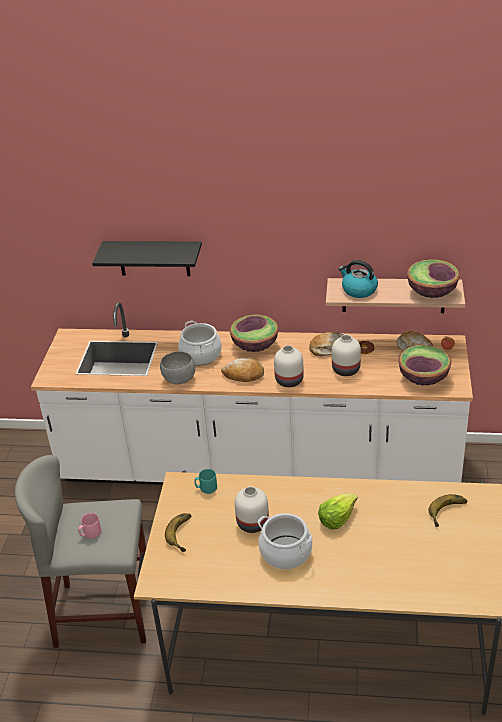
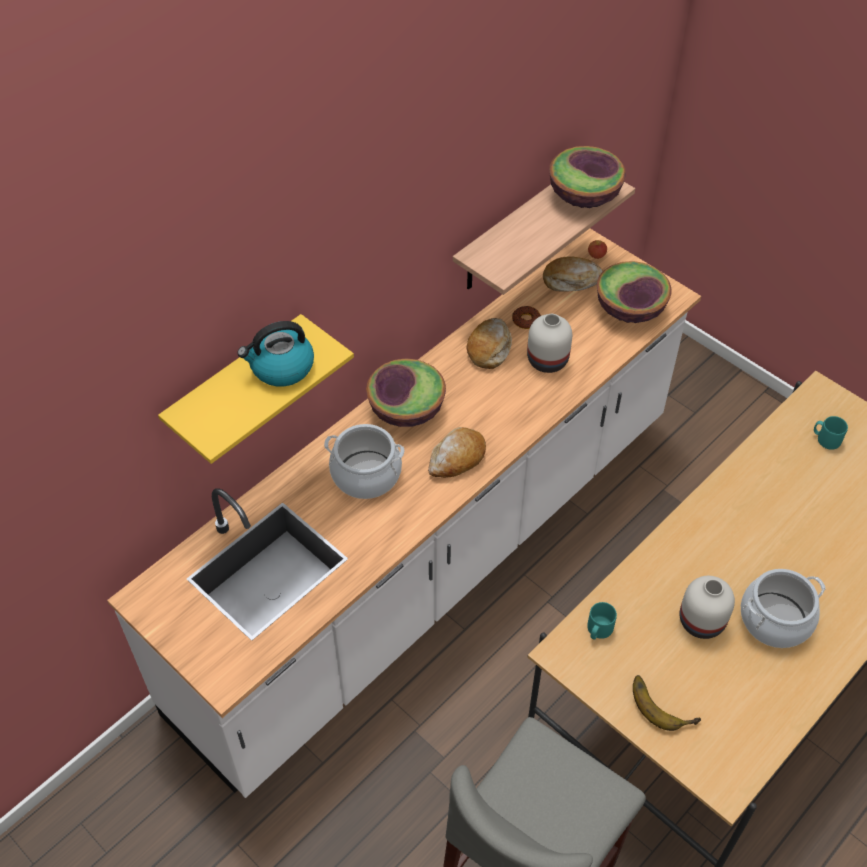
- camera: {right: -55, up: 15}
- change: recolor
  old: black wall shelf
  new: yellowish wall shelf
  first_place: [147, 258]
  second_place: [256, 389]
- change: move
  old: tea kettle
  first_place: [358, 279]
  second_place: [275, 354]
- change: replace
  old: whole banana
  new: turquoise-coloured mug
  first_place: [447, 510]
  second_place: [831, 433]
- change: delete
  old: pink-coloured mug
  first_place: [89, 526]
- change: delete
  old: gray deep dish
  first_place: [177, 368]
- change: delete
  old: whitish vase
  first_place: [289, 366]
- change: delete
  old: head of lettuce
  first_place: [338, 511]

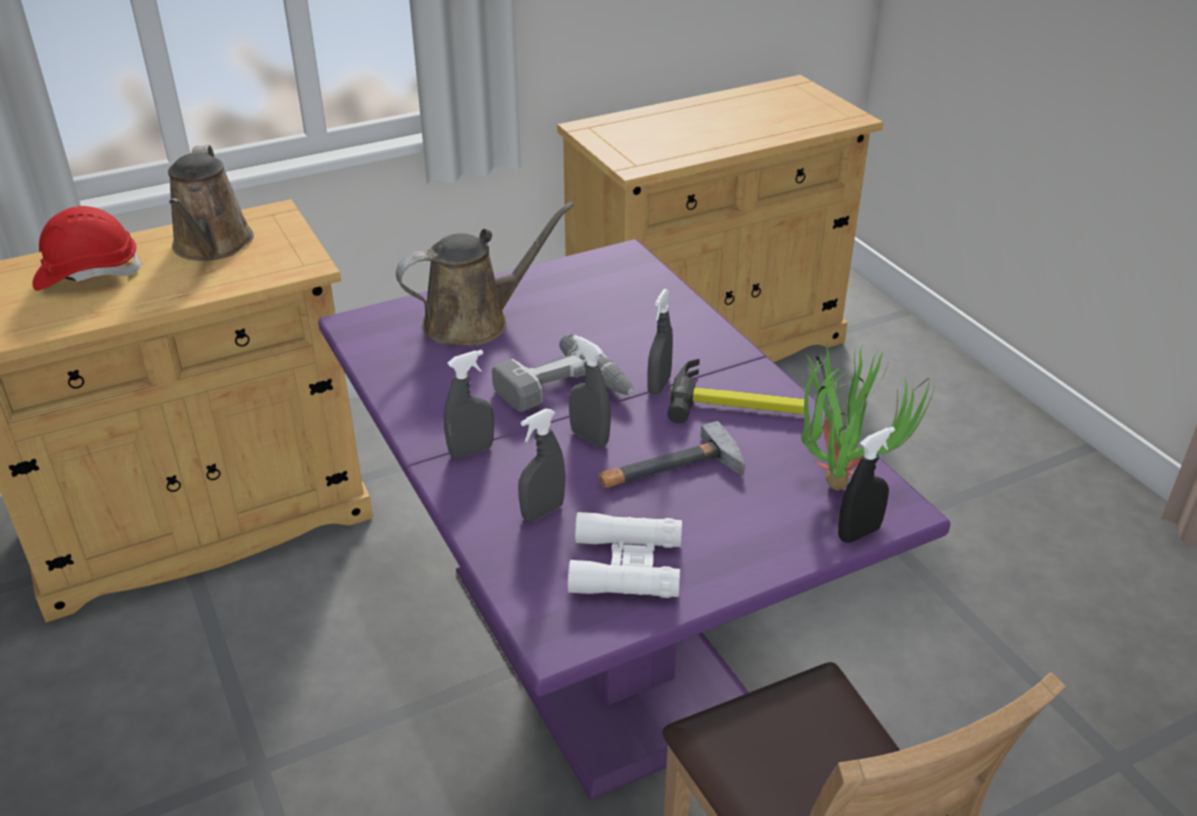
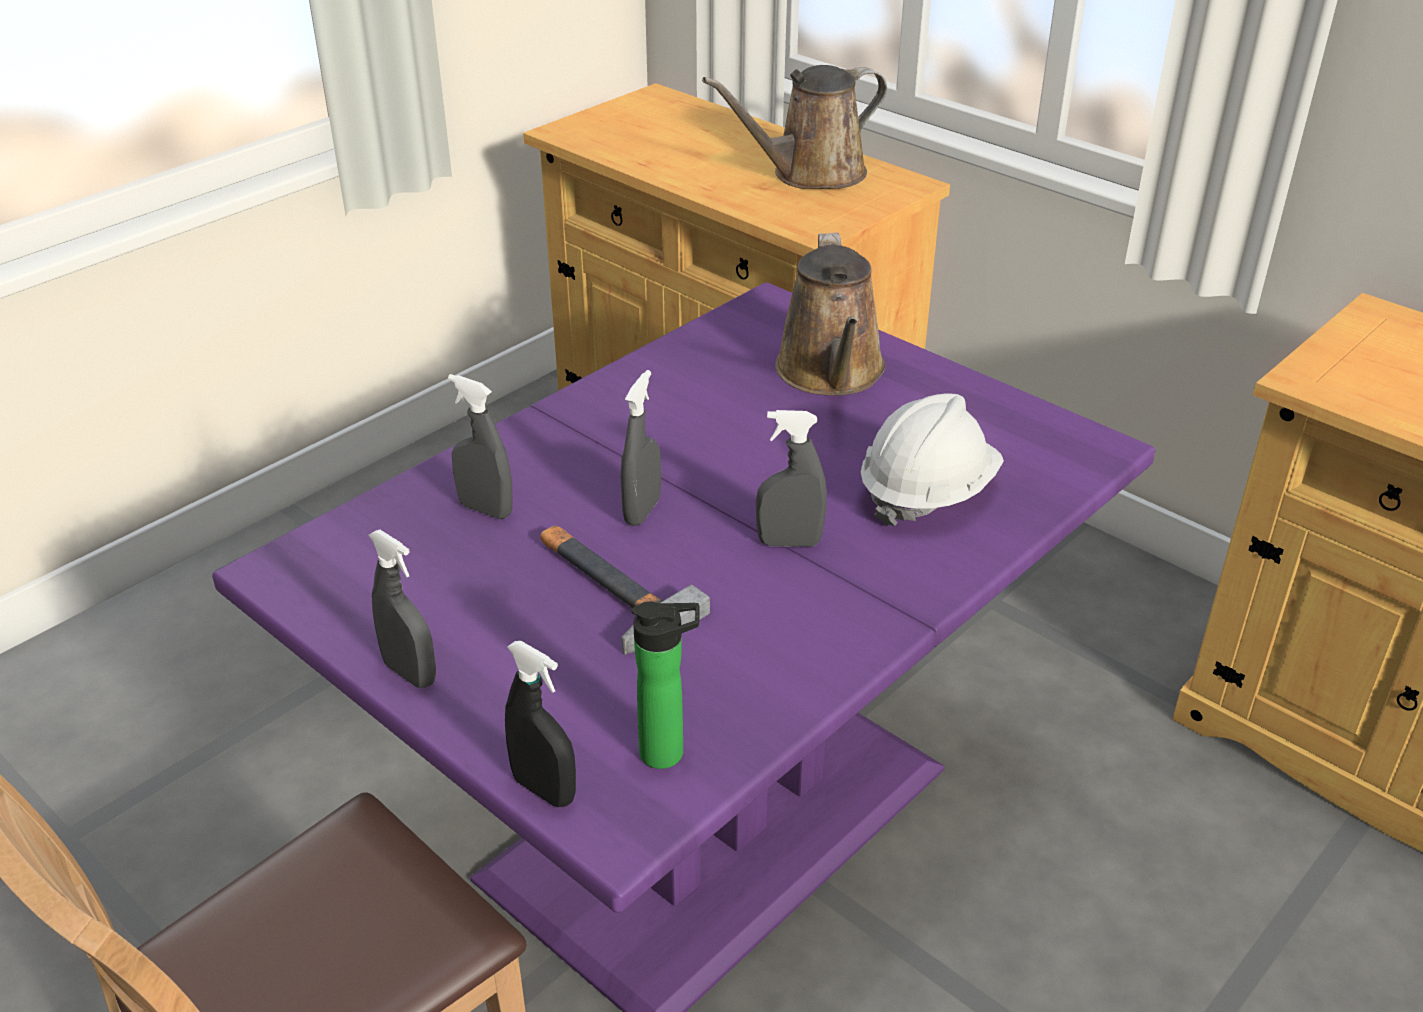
- camera: {right: 70, up: 0}
- change: move
  old: gray spray bottle
  first_place: [469, 404]
  second_place: [402, 609]
- change: replace
  old: potted plant
  new: beverage bottle
  first_place: [867, 417]
  second_place: [665, 685]
- change: rotate
  old: brown sprinkling can
  first_place: [485, 274]
  second_place: [830, 314]
  degrees: 45
- change: insert
  new: whitish safety helmet
  second_place: [932, 459]
- change: delete
  old: red-coloured safety helmet
  first_place: [87, 248]
- change: delete
  old: electric drill
  first_place: [563, 372]
- change: delete
  old: whitish pair of binoculars
  first_place: [625, 555]
- change: delete
  old: tool hammer
  first_place: [735, 391]

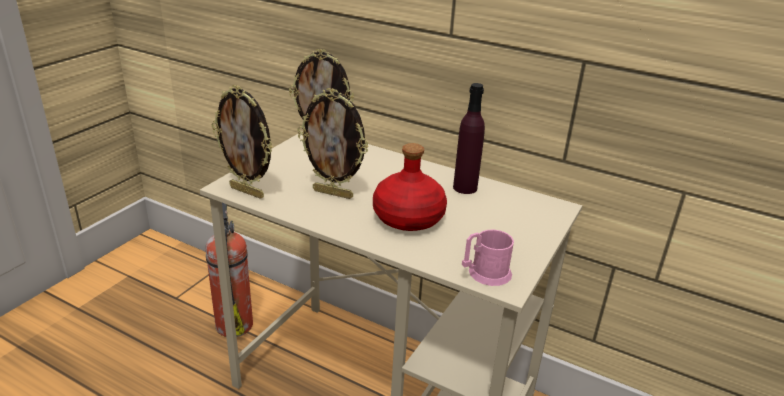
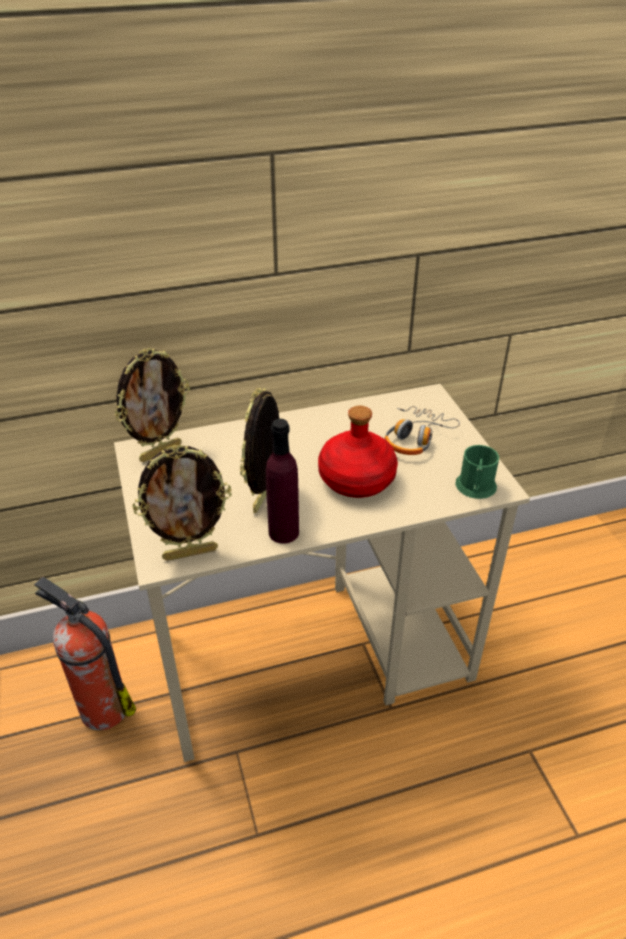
- camera: {right: -45, up: 10}
- change: rotate
  old: picture frame
  first_place: [333, 143]
  second_place: [259, 450]
  degrees: 135
- change: move
  old: purple-coloured beverage bottle
  first_place: [469, 138]
  second_place: [282, 481]
- change: insert
  new: headset
  second_place: [422, 430]
- change: recolor
  old: pink-coloured mug
  new: greenish mug
  first_place: [488, 258]
  second_place: [477, 472]

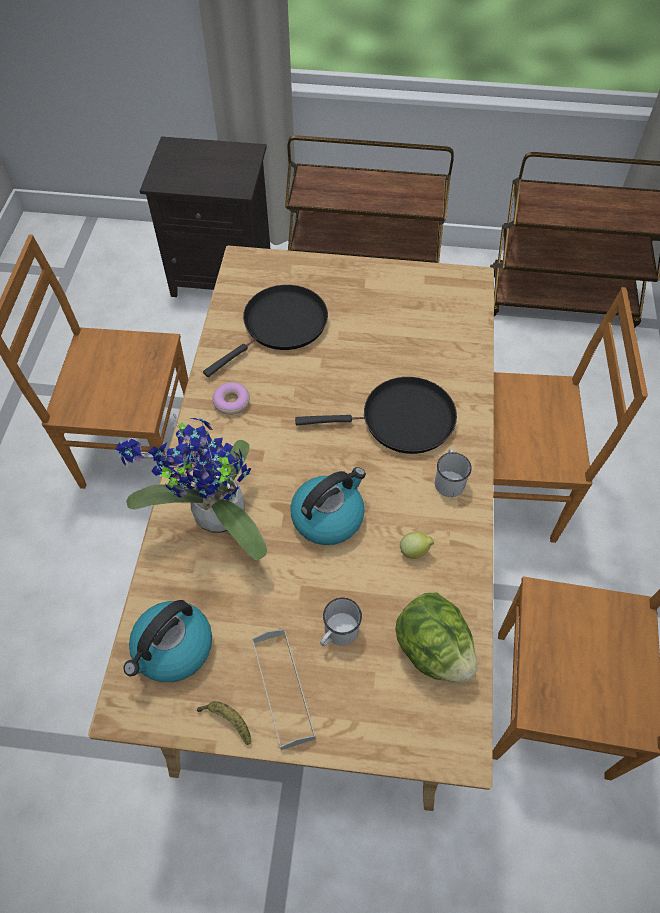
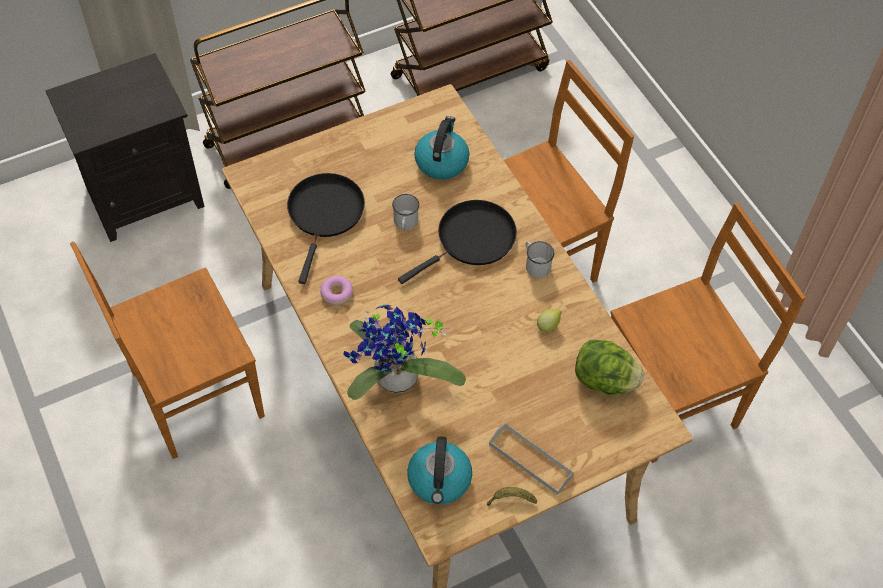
- camera: {right: -35, up: 0}
- change: move
  old: whitish mug
  first_place: [341, 621]
  second_place: [405, 212]
- change: move
  old: tea kettle
  first_place: [328, 506]
  second_place: [442, 148]

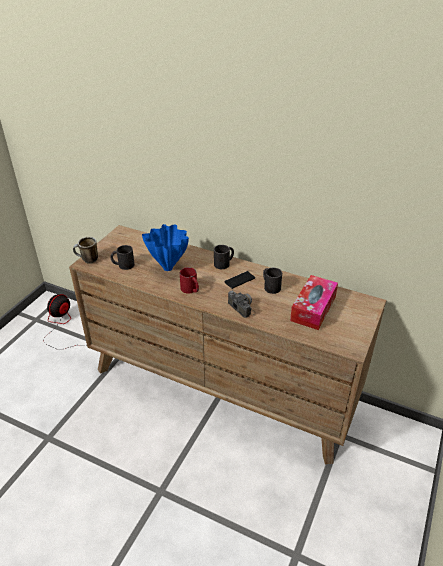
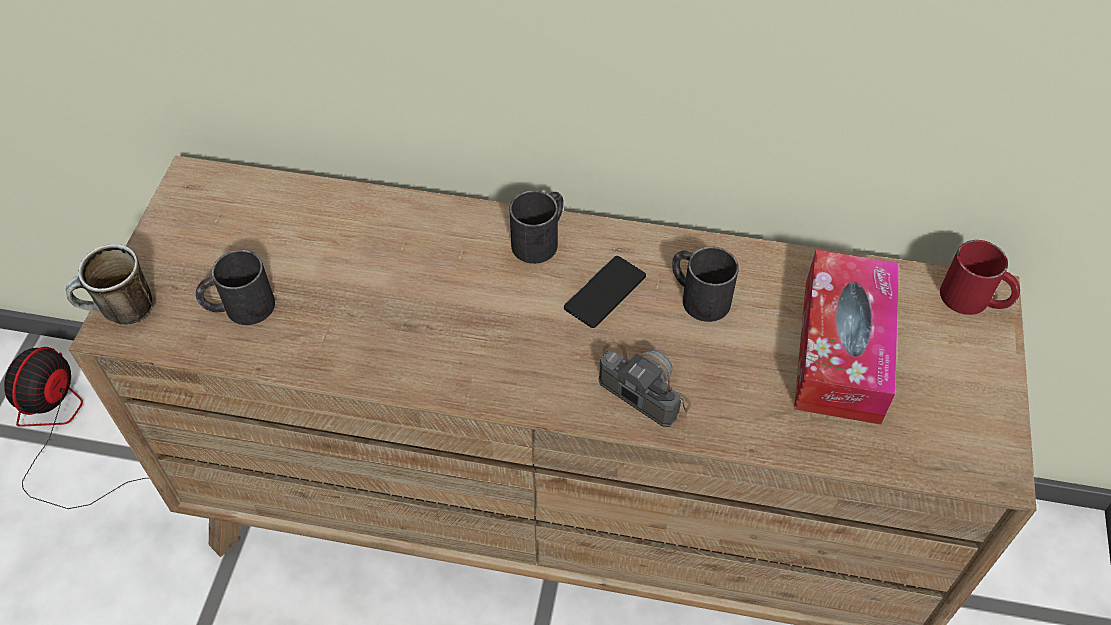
- camera: {right: -15, up: 15}
- change: move
  old: red-coloured mug
  first_place: [189, 280]
  second_place: [980, 277]
- change: delete
  old: blue vase
  first_place: [165, 247]

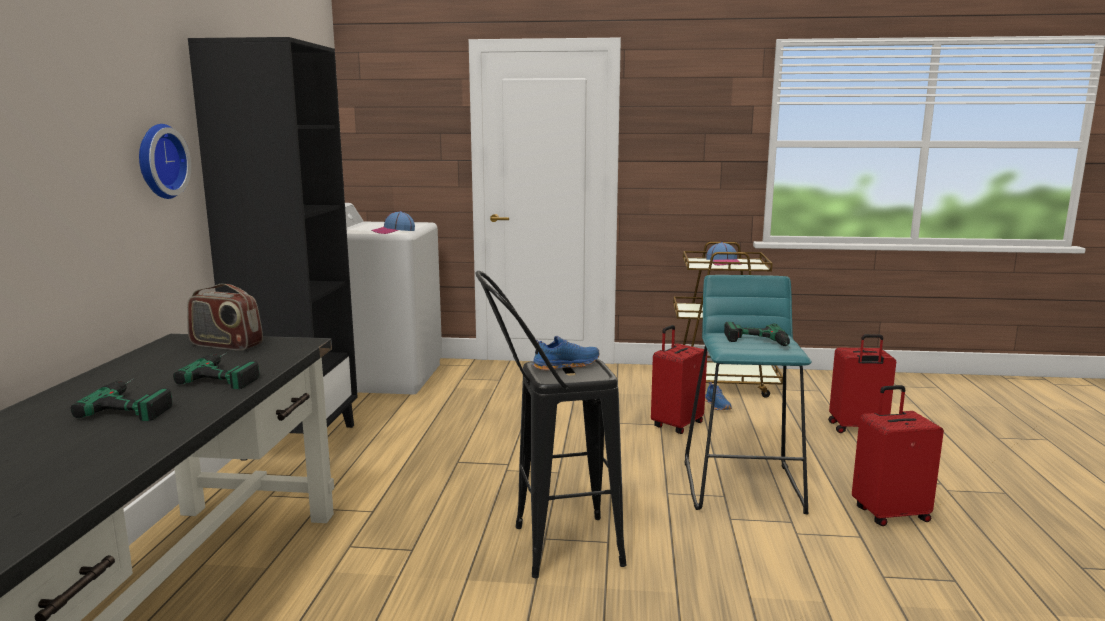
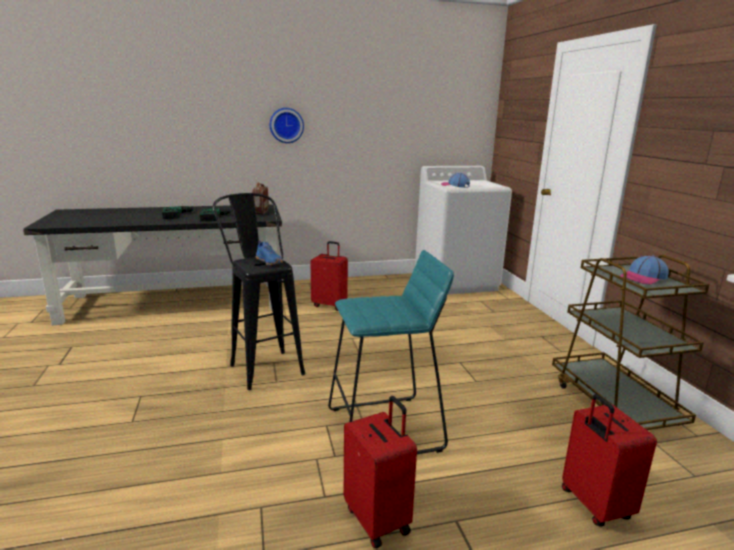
- camera: {right: 70, up: 5}
- change: move
  old: red-coloured piece of luggage
  first_place: [679, 379]
  second_place: [329, 276]
- change: delete
  old: black bookcase
  first_place: [273, 249]
- change: delete
  old: blue shoe
  first_place: [718, 396]
- change: delete
  old: electric drill
  first_place: [757, 334]

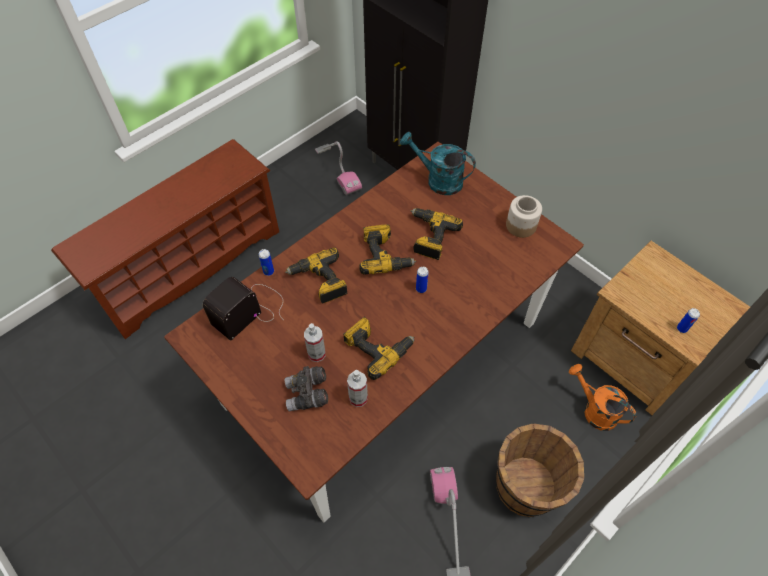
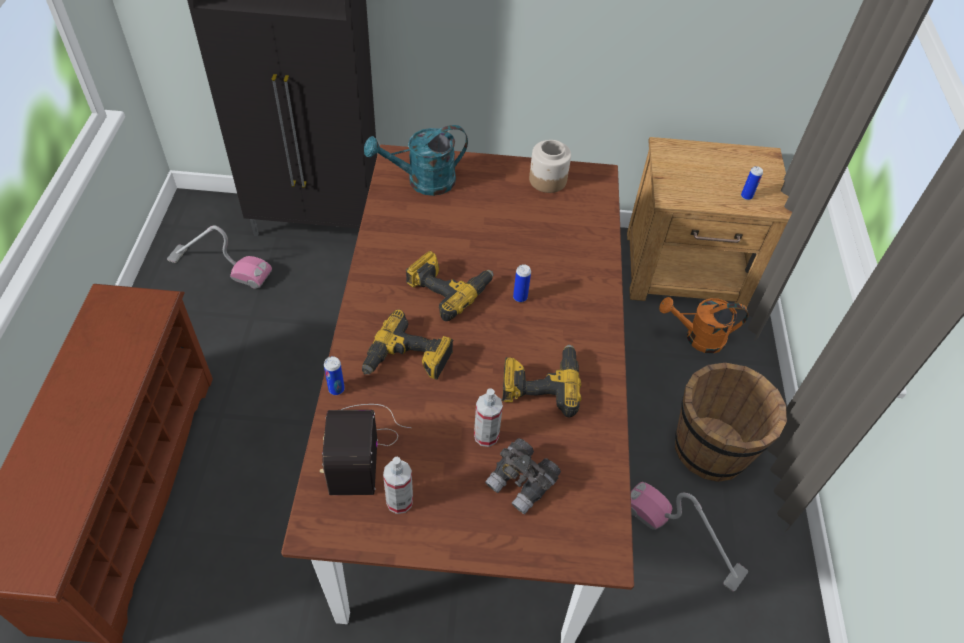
- camera: {right: -45, up: -5}
- change: move
  old: spray bottle
  first_place: [357, 388]
  second_place: [398, 485]
- change: delete
  old: electric drill
  first_place: [437, 234]

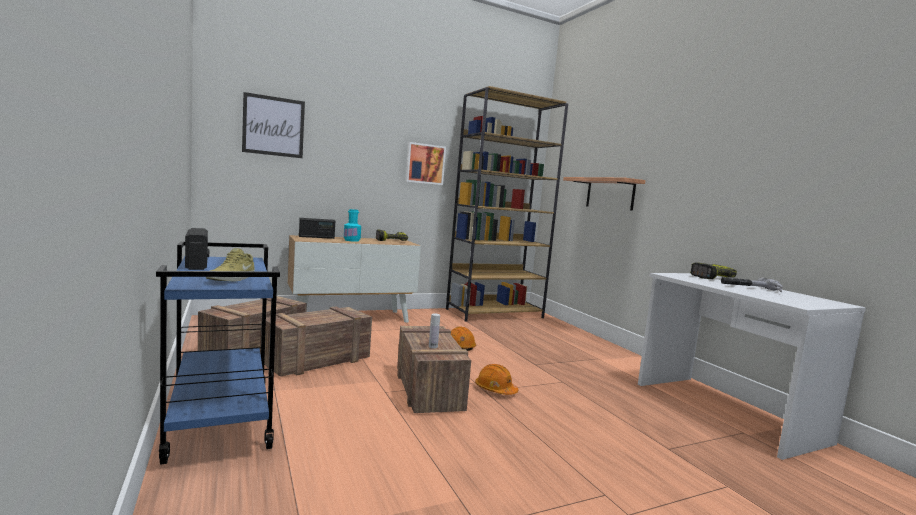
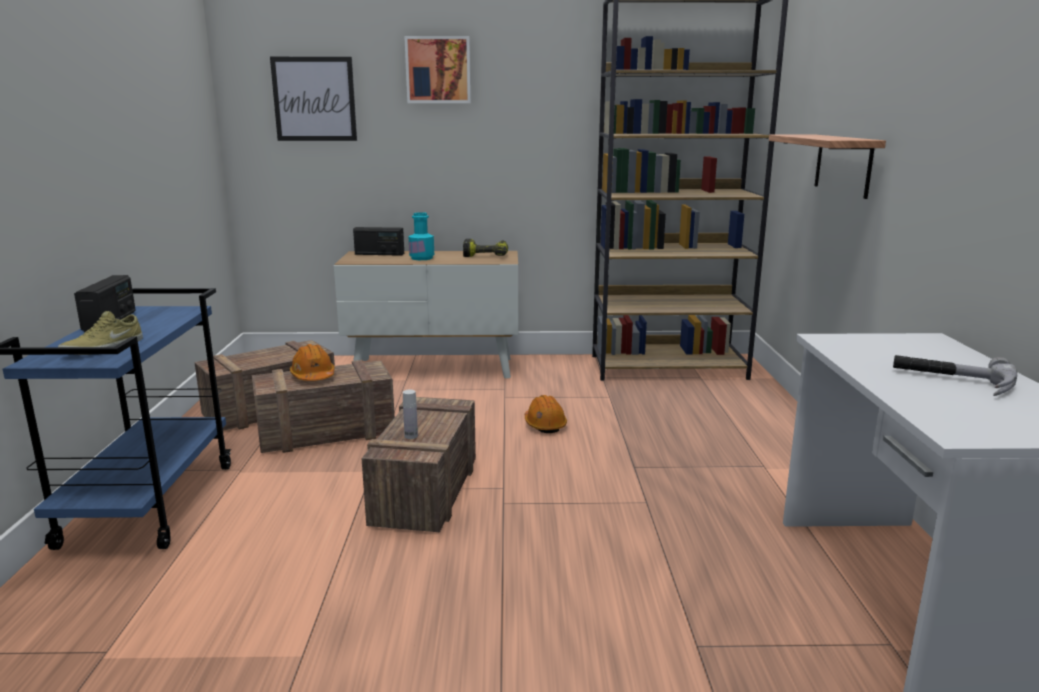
- camera: {right: 25, up: 10}
- change: move
  old: orangey safety helmet
  first_place: [496, 379]
  second_place: [312, 362]
- change: move
  old: wall picture
  first_place: [425, 163]
  second_place: [437, 69]
- change: delete
  old: electric drill
  first_place: [713, 270]

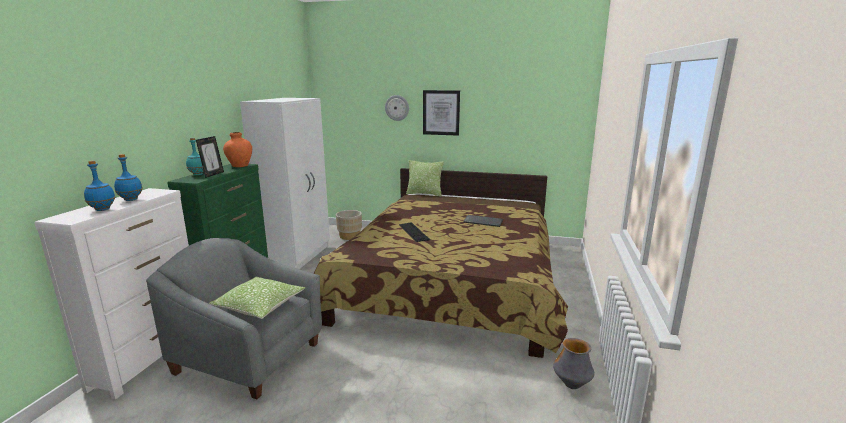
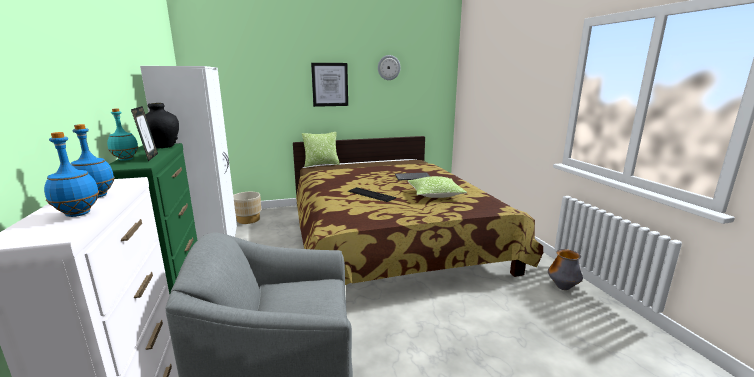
- camera: {right: -30, up: 0}
- change: recolor
  old: orangey vase
  new: black vase
  first_place: [237, 149]
  second_place: [162, 125]
- change: move
  old: hanging clock
  first_place: [397, 108]
  second_place: [389, 67]
- change: move
  old: cushion
  first_place: [257, 297]
  second_place: [437, 187]

